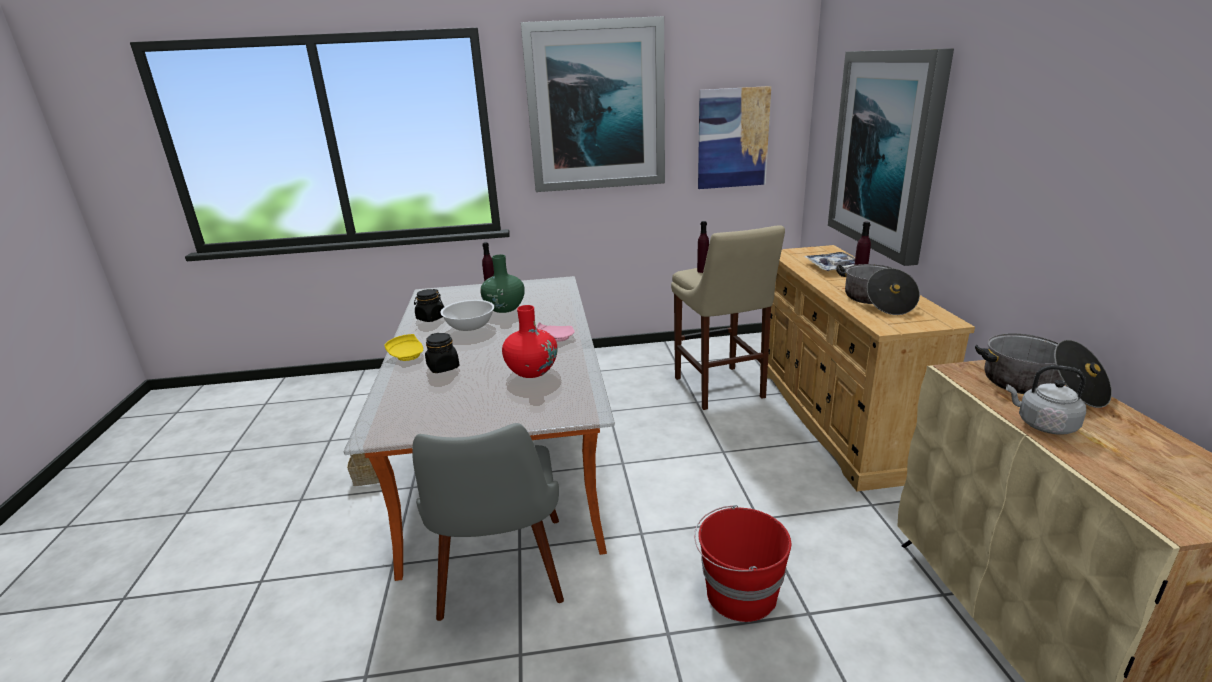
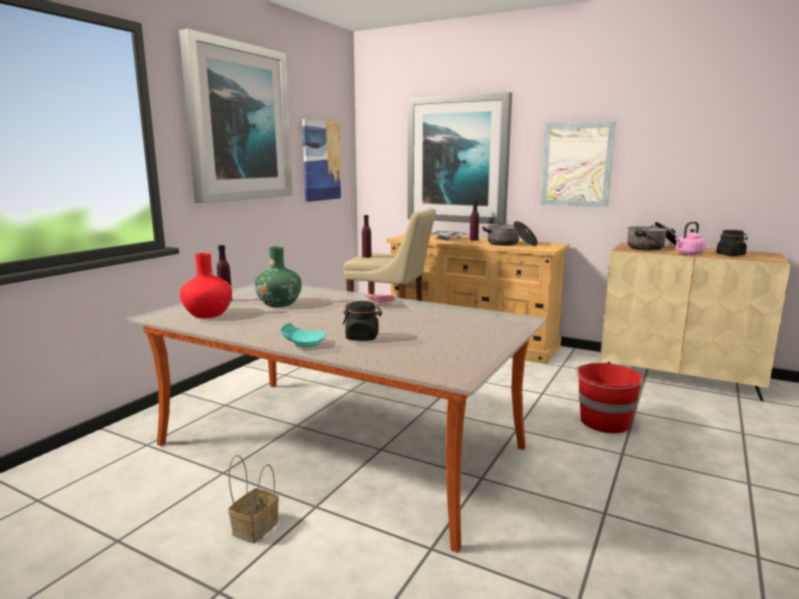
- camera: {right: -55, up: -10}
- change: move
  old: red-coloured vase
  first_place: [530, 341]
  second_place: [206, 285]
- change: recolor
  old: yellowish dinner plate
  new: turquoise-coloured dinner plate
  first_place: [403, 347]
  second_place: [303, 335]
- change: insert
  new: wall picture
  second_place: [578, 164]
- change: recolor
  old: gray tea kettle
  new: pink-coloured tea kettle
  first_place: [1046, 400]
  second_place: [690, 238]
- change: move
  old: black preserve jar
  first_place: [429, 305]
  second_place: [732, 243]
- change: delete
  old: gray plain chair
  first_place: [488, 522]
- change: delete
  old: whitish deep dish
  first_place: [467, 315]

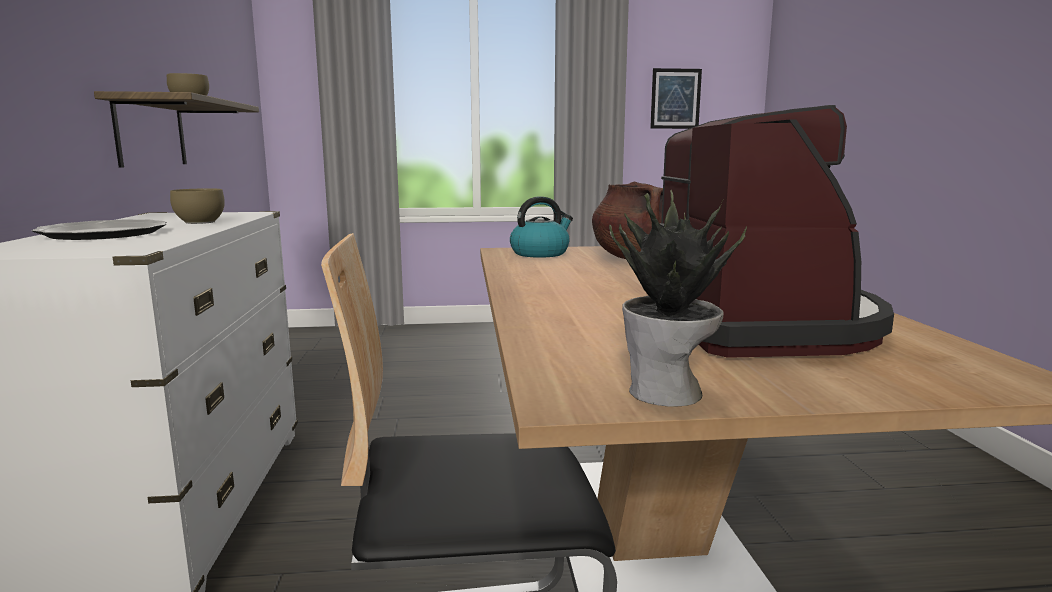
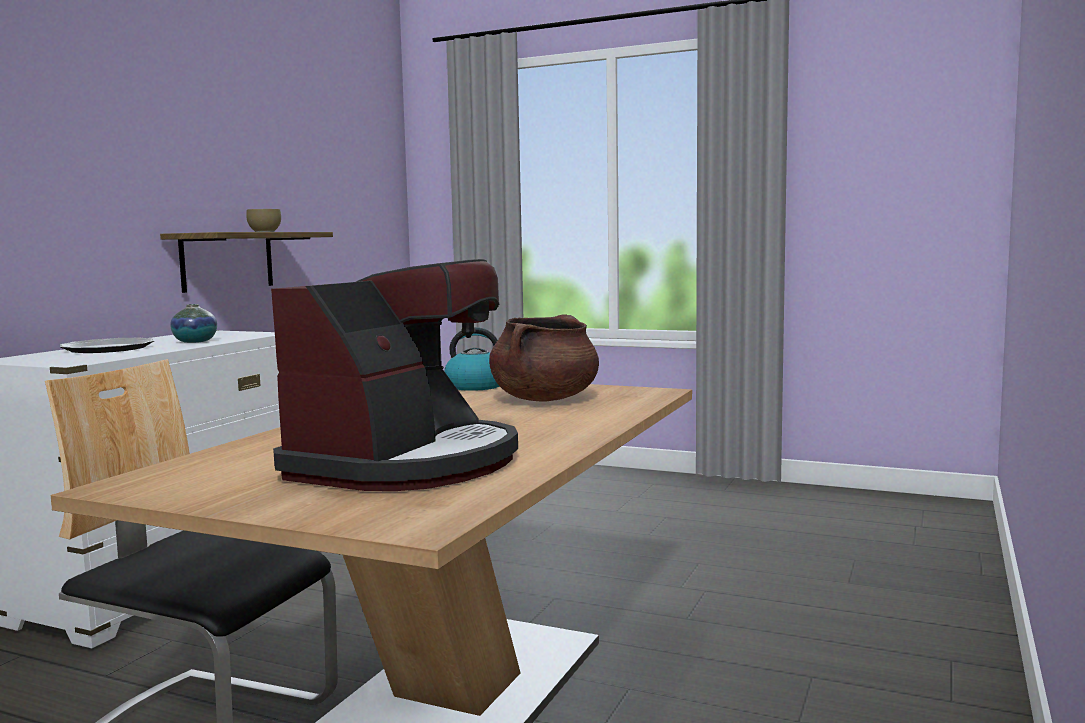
- camera: {right: 30, up: -5}
- change: replace
  old: brown deep dish
  new: vase
  first_place: [197, 206]
  second_place: [193, 323]
- change: delete
  old: potted plant
  first_place: [678, 298]
- change: delete
  old: wall picture
  first_place: [676, 98]

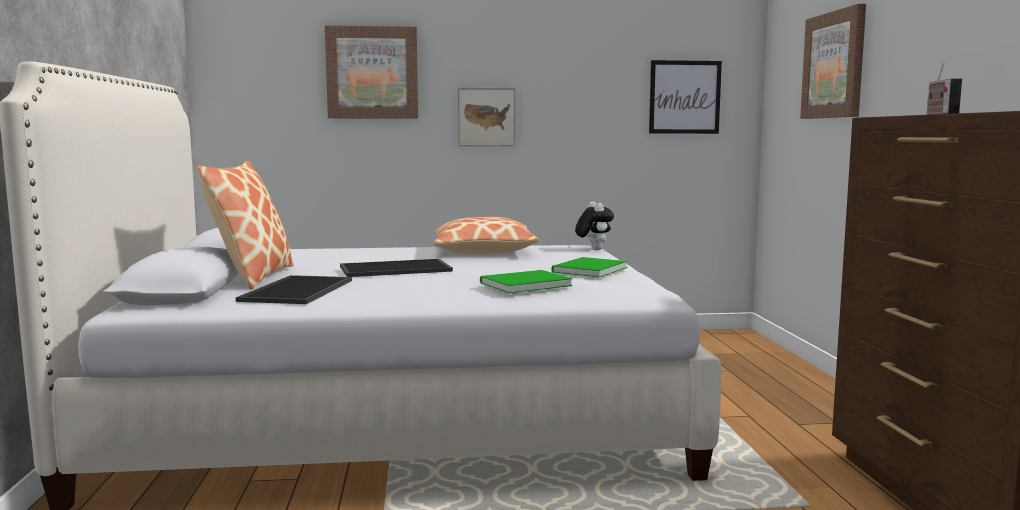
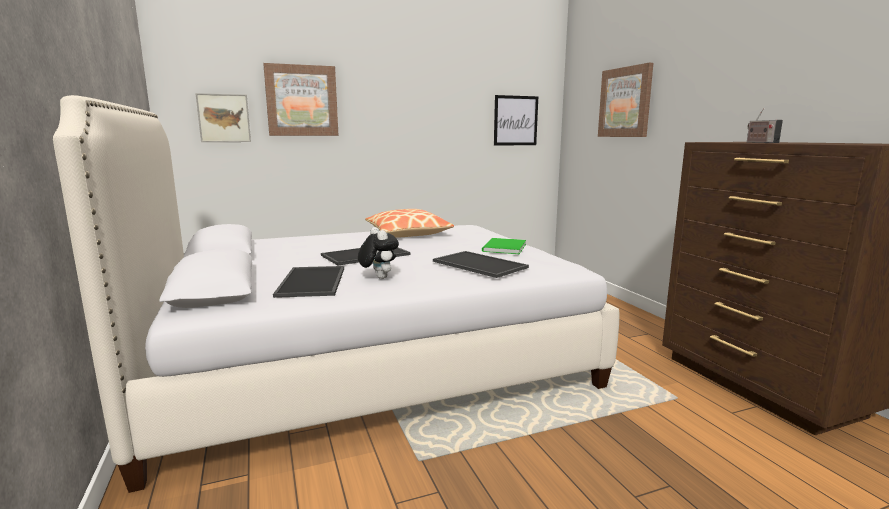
- camera: {right: -15, up: 5}
- change: move
  old: wall picture
  first_place: [487, 116]
  second_place: [223, 117]
- change: move
  old: cuddly toy
  first_place: [594, 226]
  second_place: [378, 253]
- change: replace
  old: greenish book
  new: serving tray
  first_place: [526, 281]
  second_place: [481, 264]
- change: delete
  old: cushion
  first_place: [245, 225]

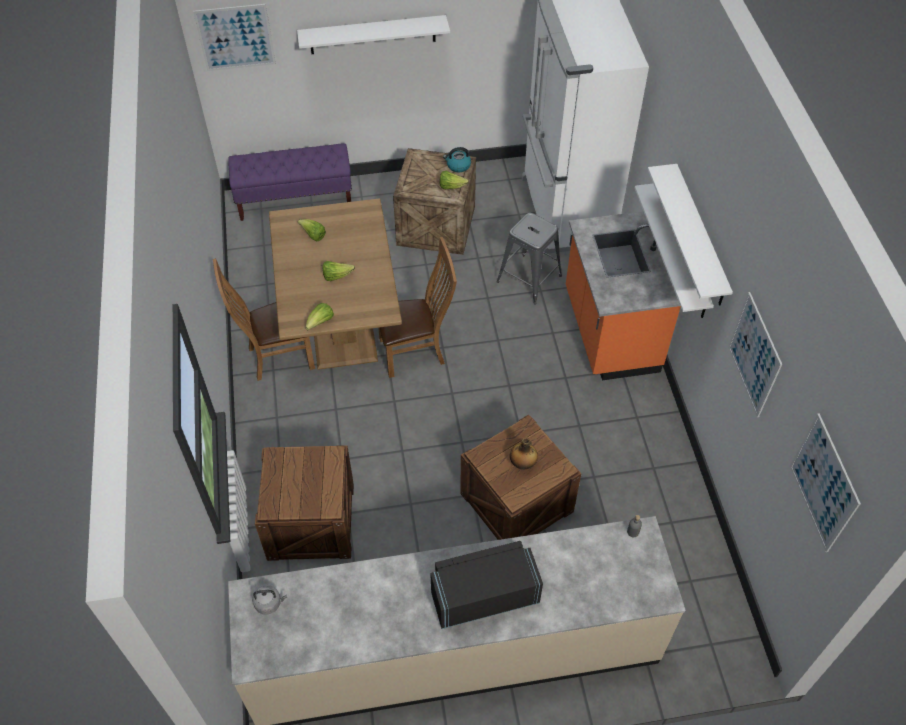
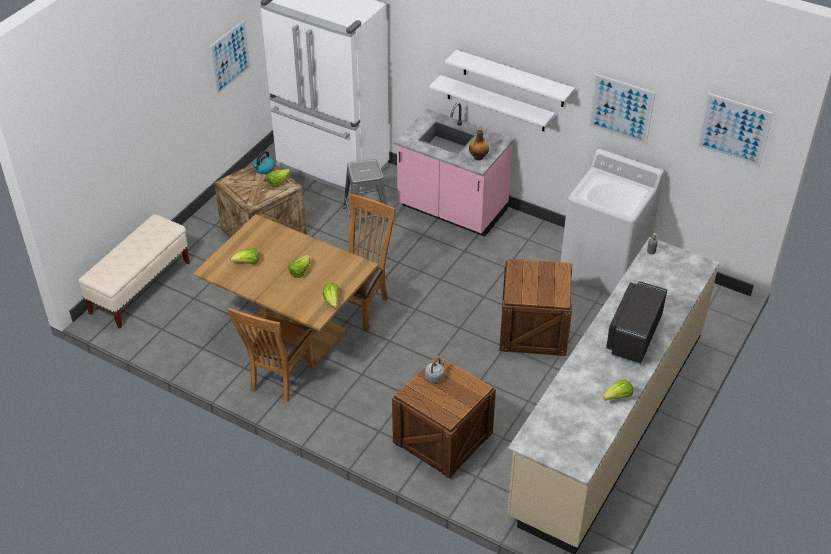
- camera: {right: -50, up: -10}
- change: recolor
  old: purple-coloured indoor bench
  new: sand-coloured indoor bench
  first_place: [290, 182]
  second_place: [134, 271]
- change: move
  old: wall picture
  first_place: [234, 37]
  second_place: [230, 57]
- change: recolor
  old: orangey counter
  new: pink-coloured counter
  first_place: [623, 295]
  second_place: [454, 170]
- change: move
  old: gray tea kettle
  first_place: [269, 600]
  second_place: [435, 370]
- change: move
  old: beverage bottle
  first_place: [524, 453]
  second_place: [479, 145]
- change: insert
  new: whitish laundry machine
  second_place: [612, 222]
- change: insert
  new: head of lettuce
  second_place: [618, 390]
- change: delete
  old: whitish wall shelf
  first_place: [373, 34]

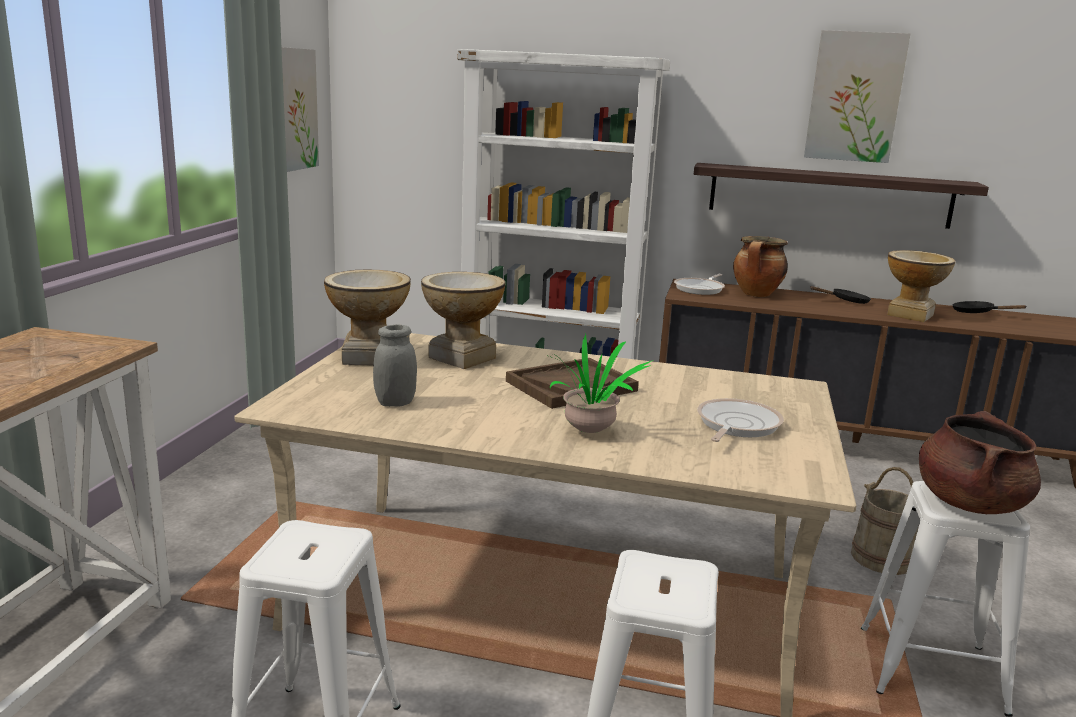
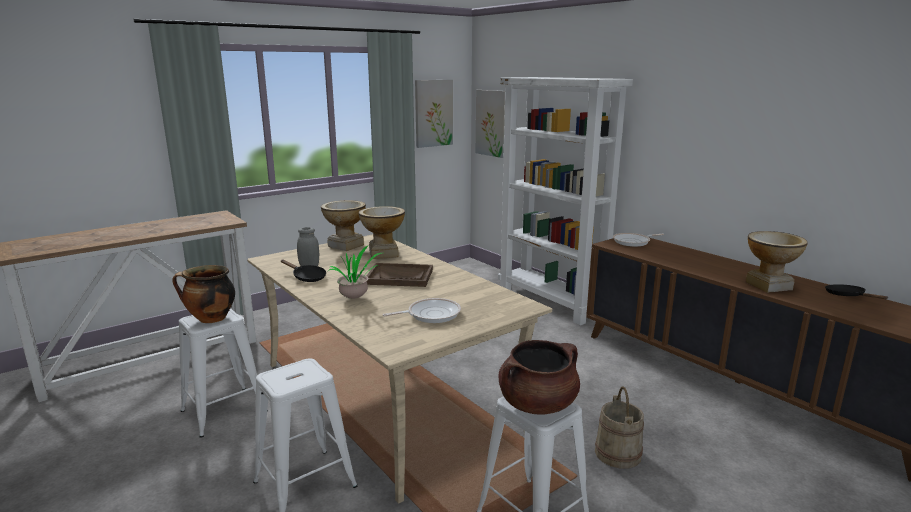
- camera: {right: 40, up: 0}
- change: move
  old: cooking pot
  first_place: [760, 266]
  second_place: [203, 294]
- change: move
  old: black frying pan
  first_place: [840, 295]
  second_place: [303, 270]
- change: move
  old: wall picture
  first_place: [857, 96]
  second_place: [490, 124]
- change: delete
  old: wall shelf
  first_place: [841, 196]

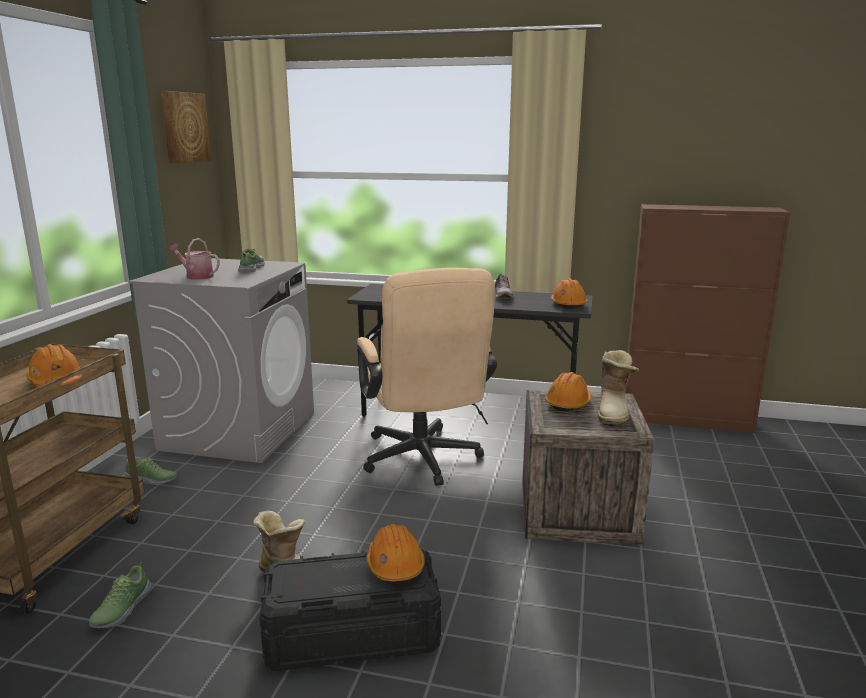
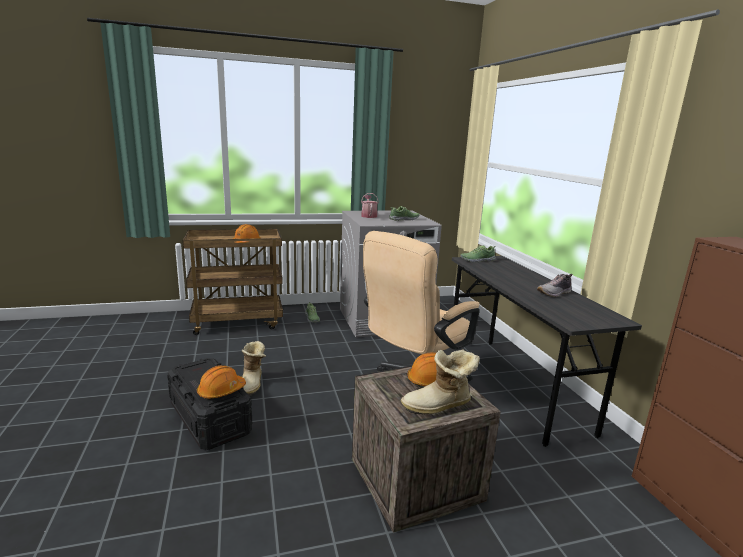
- camera: {right: 60, up: 0}
- change: move
  old: shoe
  first_place: [120, 595]
  second_place: [478, 253]
- change: delete
  old: wall picture
  first_place: [186, 127]
- change: delete
  old: orangey safety helmet
  first_place: [569, 293]

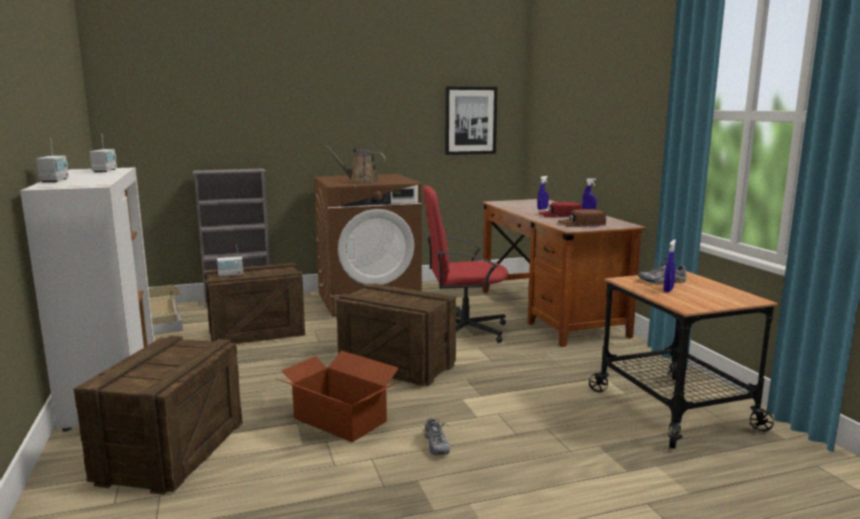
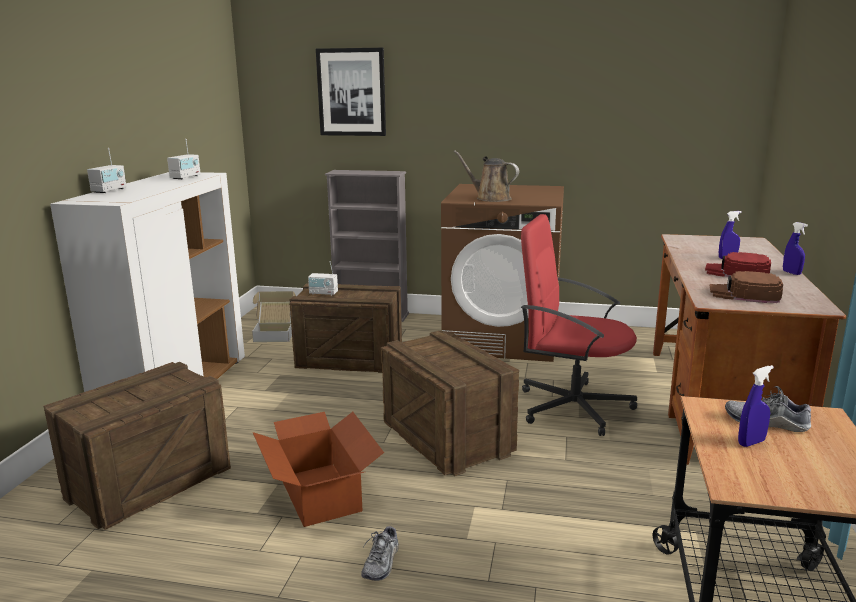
- camera: {right: 30, up: 5}
- change: move
  old: wall picture
  first_place: [471, 120]
  second_place: [351, 92]

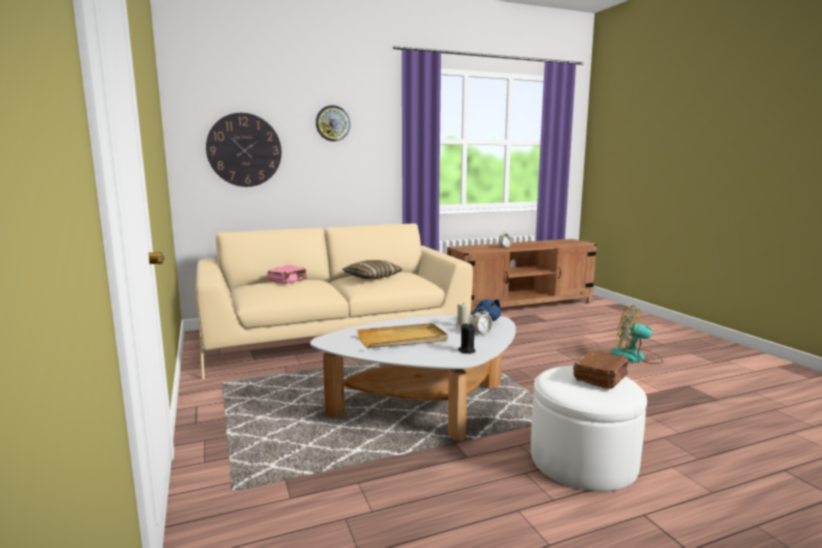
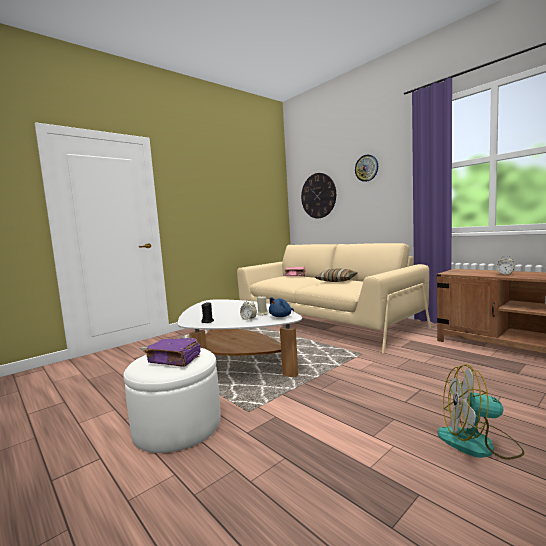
- camera: {right: 70, up: -5}
- change: recolor
  old: brown book
  new: purple-coloured book
  first_place: [600, 369]
  second_place: [172, 352]
- change: rotate
  old: cooling fan
  first_place: [637, 334]
  second_place: [481, 412]
  degrees: -75
- change: delete
  old: sand-coloured serving tray
  first_place: [402, 335]

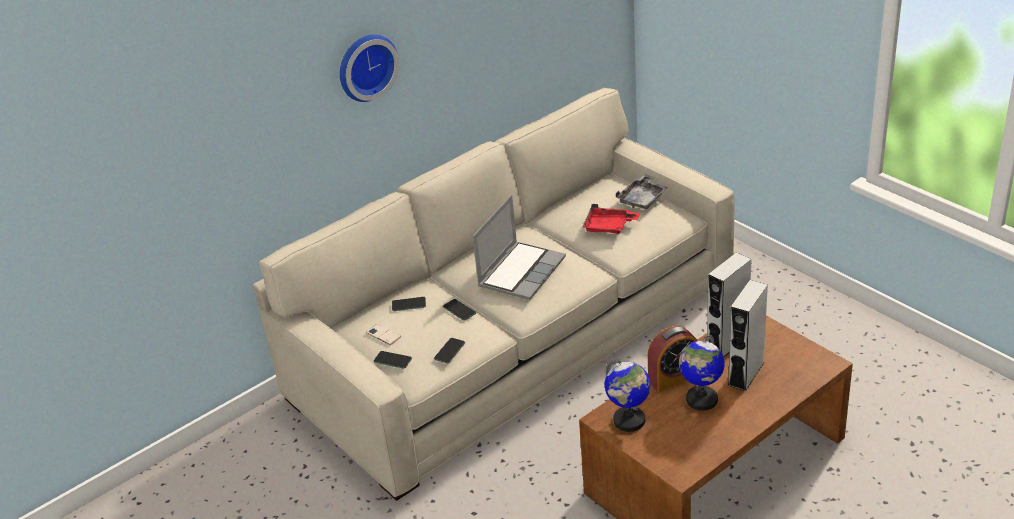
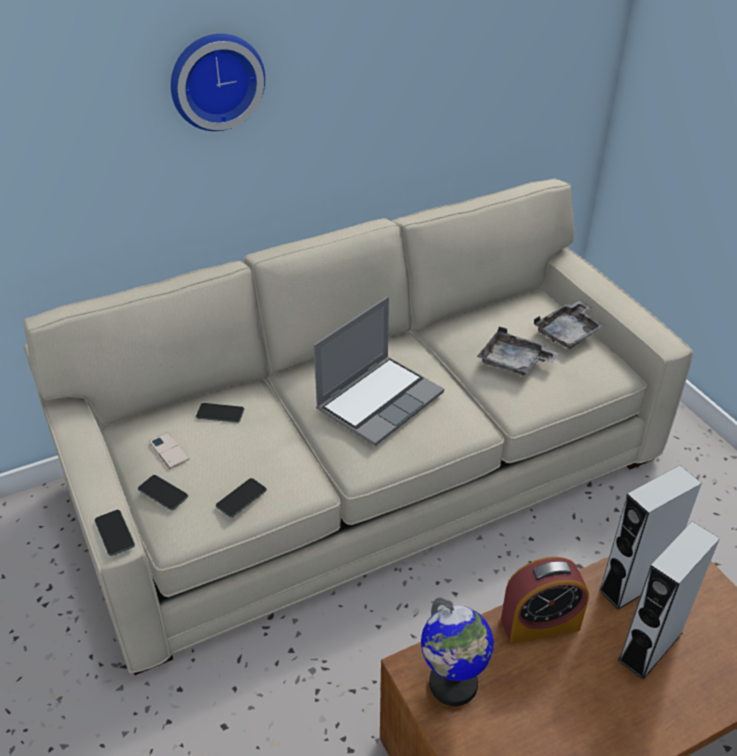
- camera: {right: 10, up: 5}
- change: move
  old: phone
  first_place: [459, 310]
  second_place: [115, 533]
- change: recolor
  old: red-coloured serving tray
  new: gray serving tray
  first_place: [611, 219]
  second_place: [518, 351]
- change: delete
  old: globe
  first_place: [702, 373]

